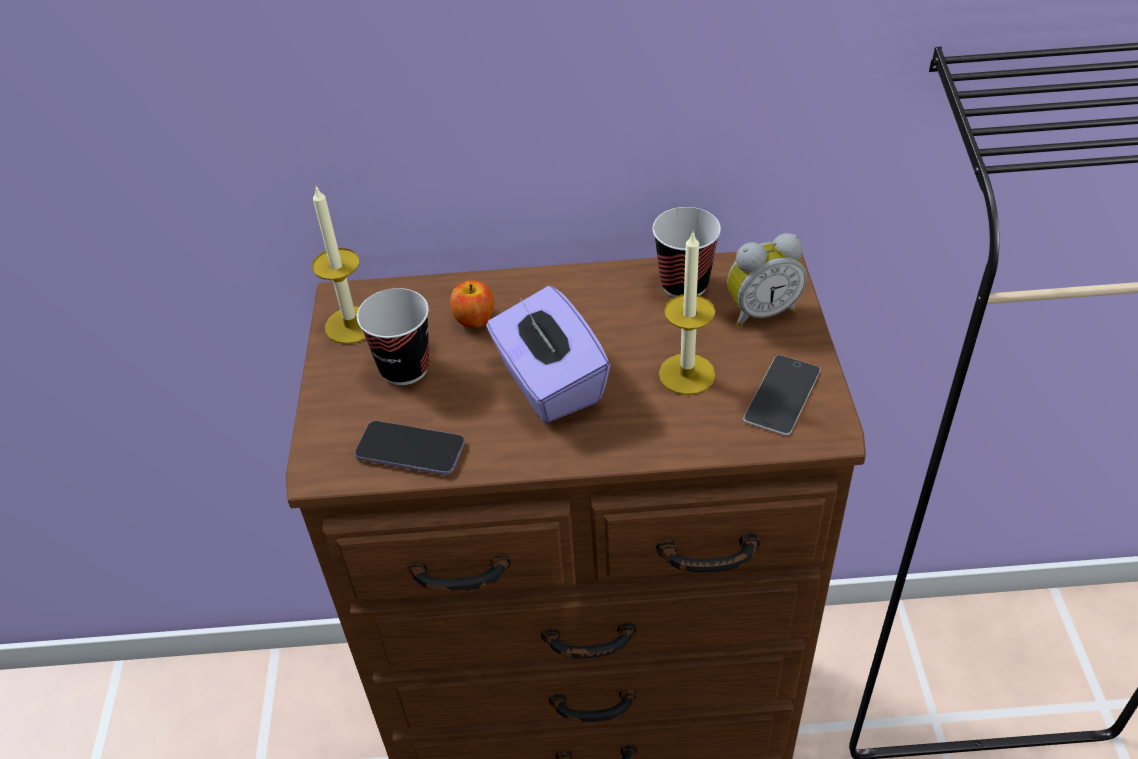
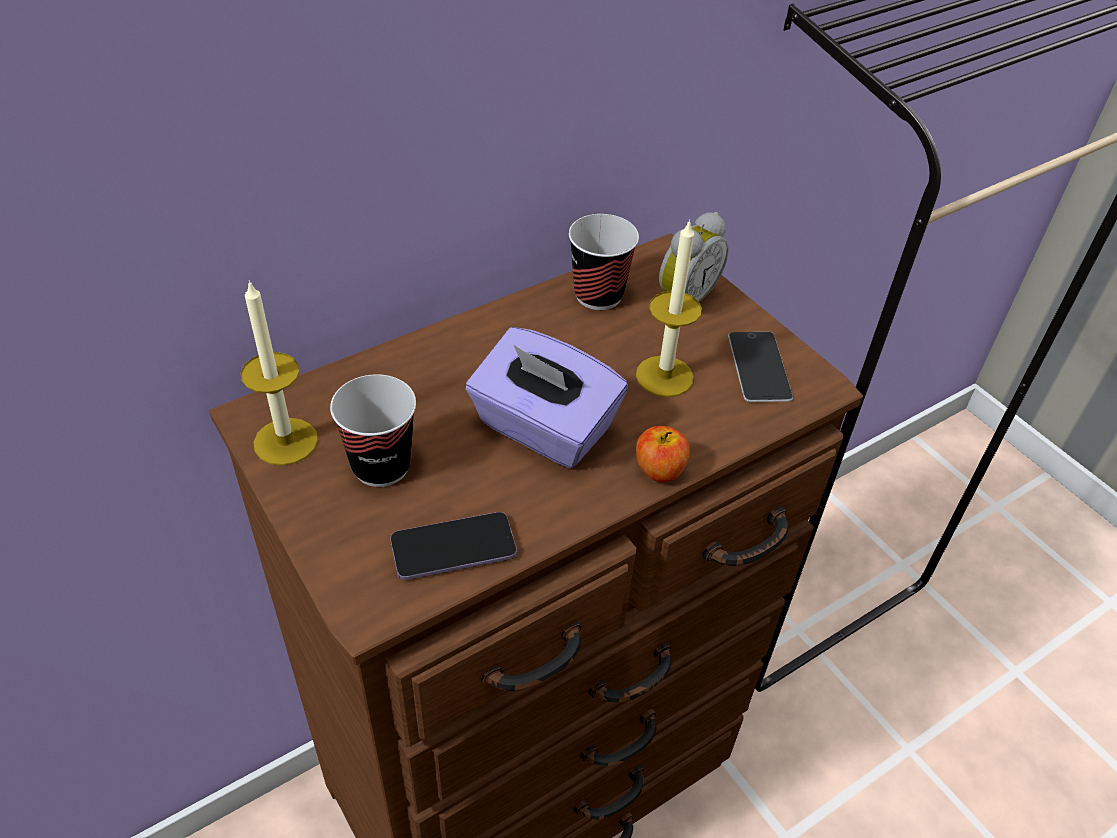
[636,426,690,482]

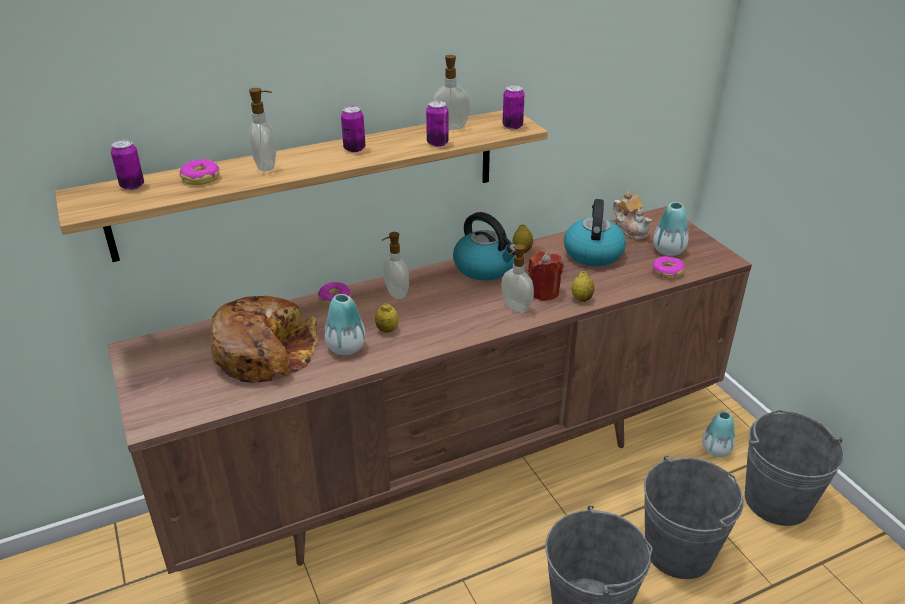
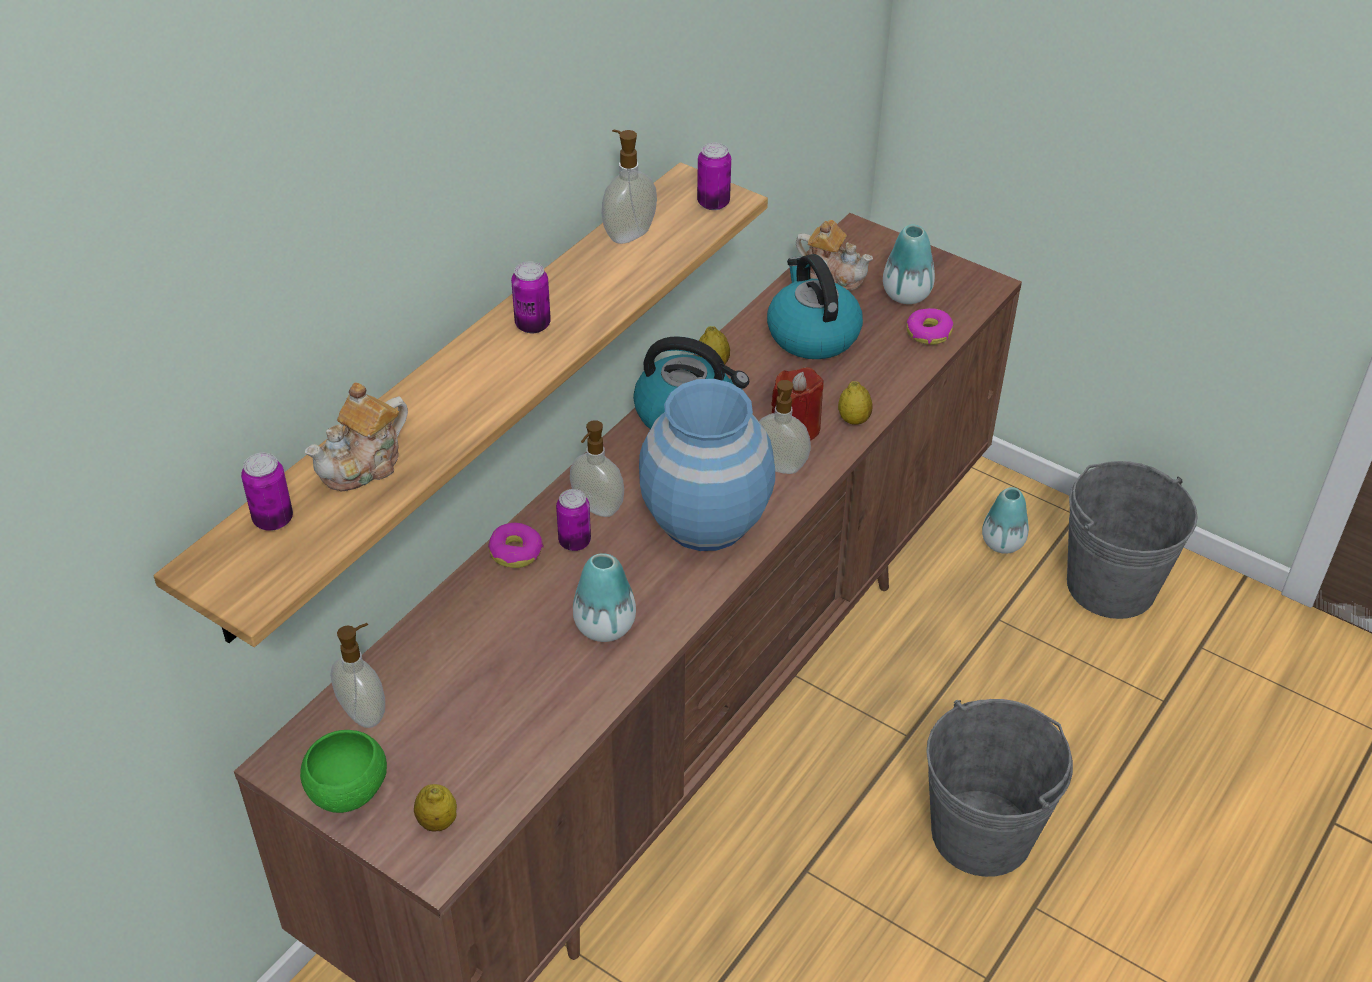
[300,730,387,813]
[305,382,408,491]
[330,623,385,728]
[414,784,457,831]
[556,489,591,551]
[639,379,775,551]
[211,296,318,383] (first image)
[644,456,743,579] (first image)

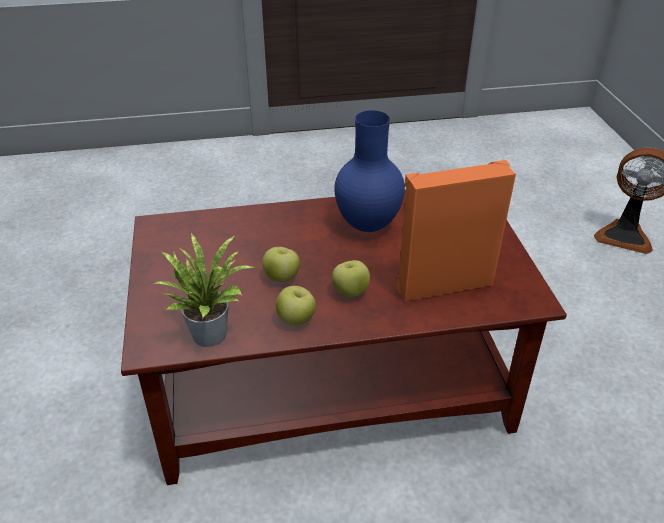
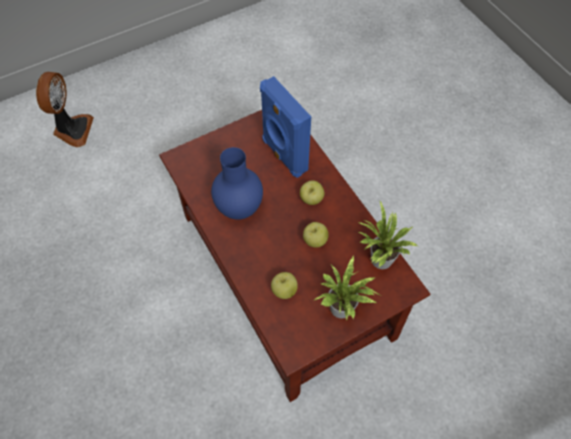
[260,76,311,178]
[271,272,298,299]
[315,256,380,320]

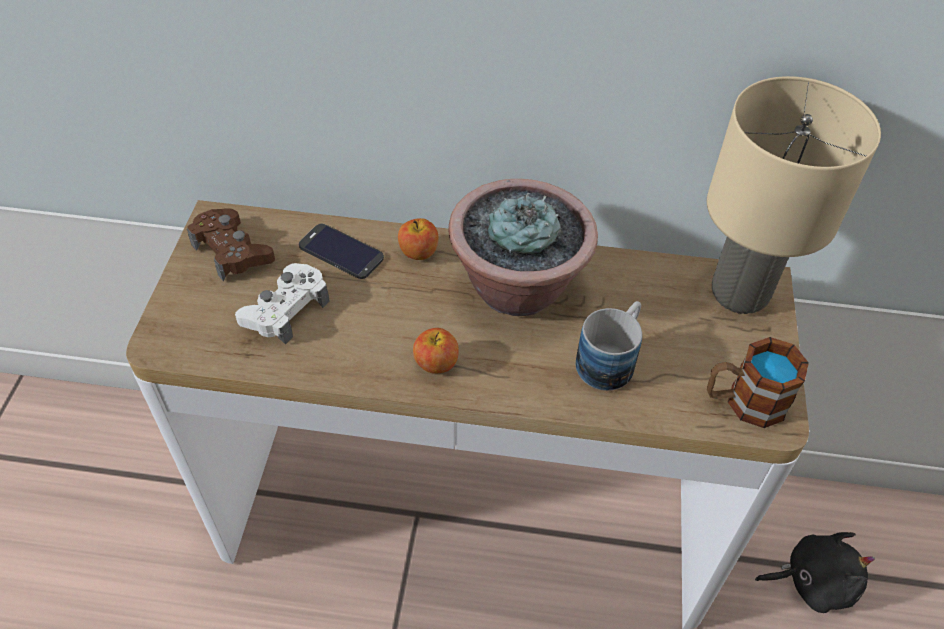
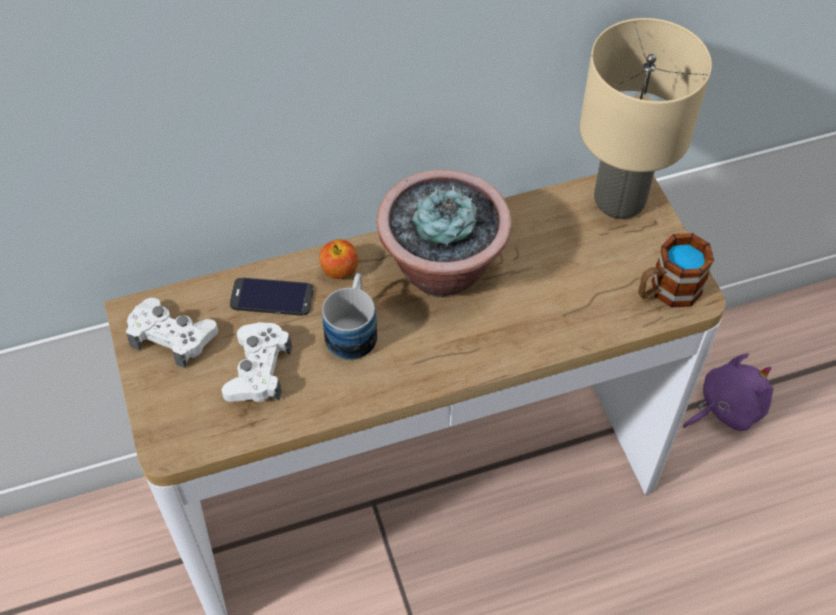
[126,298,218,368]
[322,273,377,360]
[683,353,773,431]
[413,328,459,374] (first image)

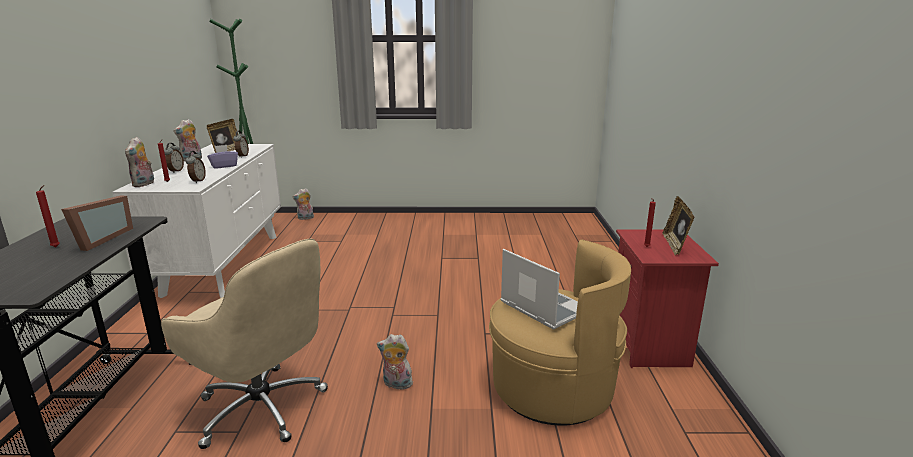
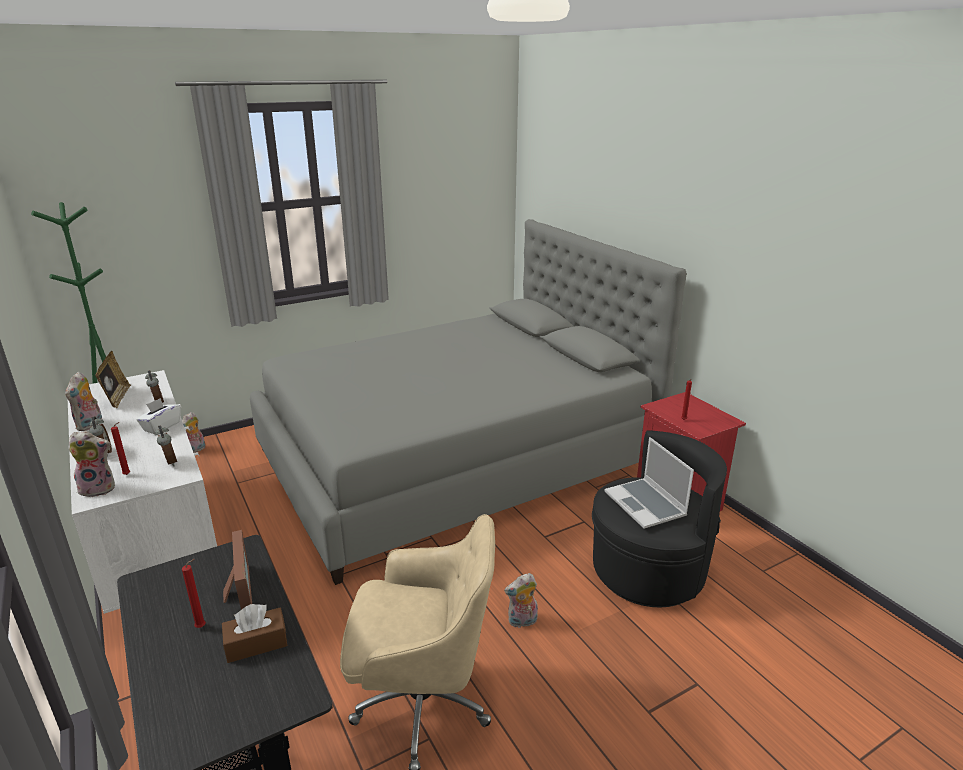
[68,431,115,497]
[136,398,181,434]
[222,604,288,663]
[250,219,686,585]
[592,430,727,608]
[604,437,694,529]
[662,196,695,255] (first image)

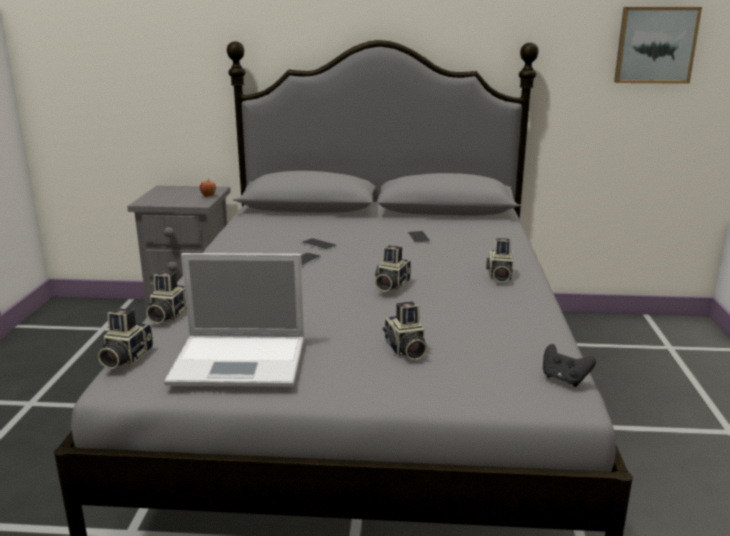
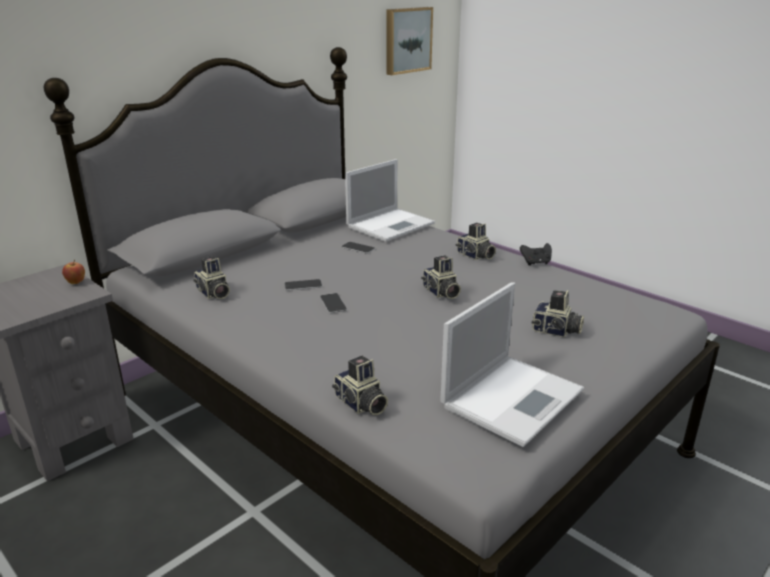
[193,256,230,299]
[345,159,435,242]
[520,243,552,266]

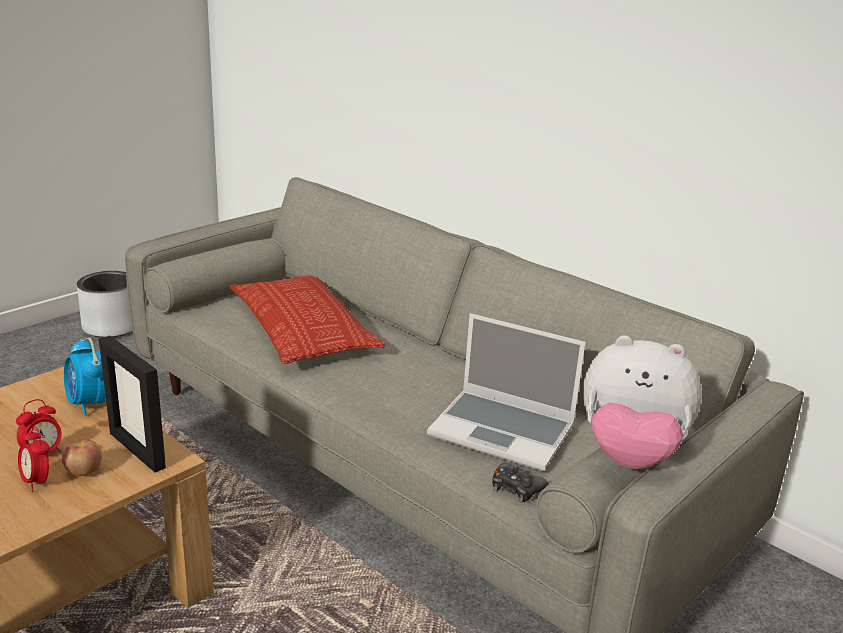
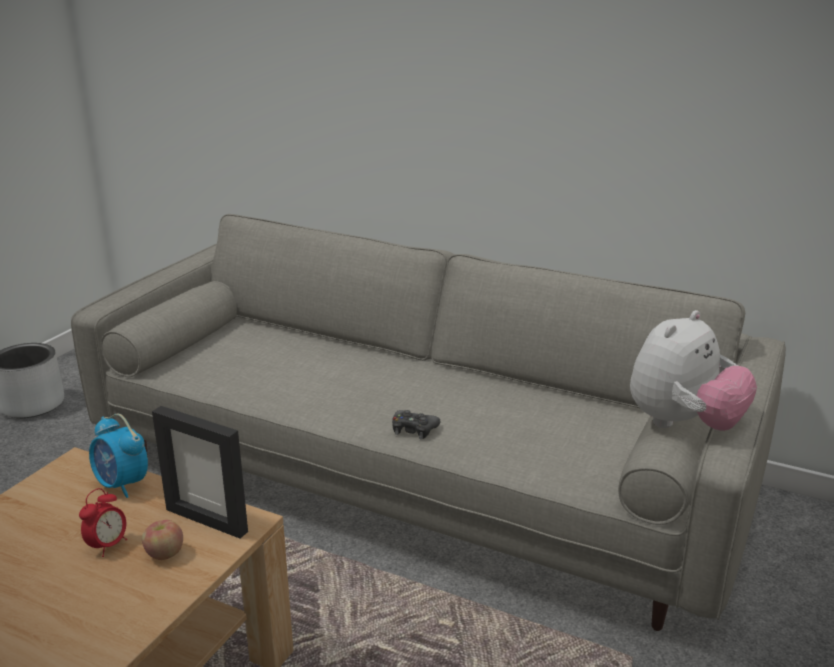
[392,410,441,439]
[630,310,757,431]
[18,426,49,492] (first image)
[229,275,386,364] (first image)
[427,313,586,471] (first image)

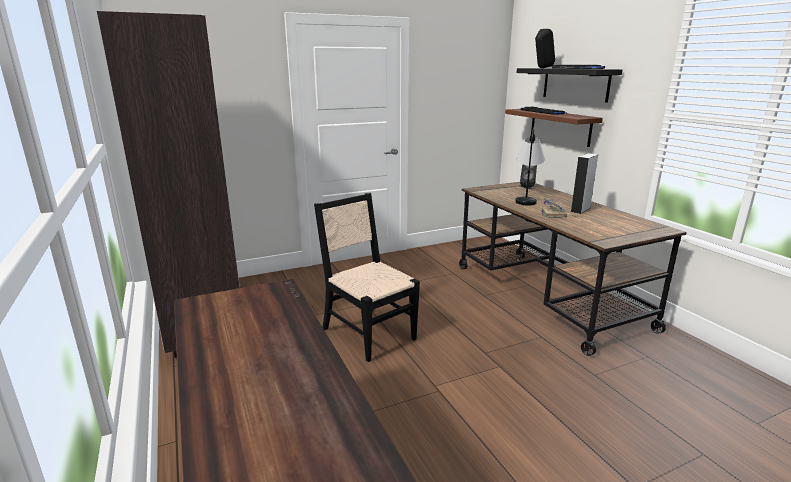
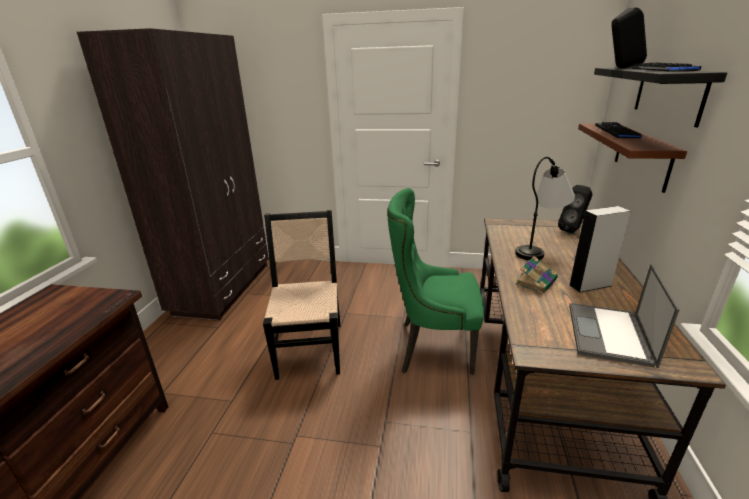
[387,188,484,375]
[569,264,679,368]

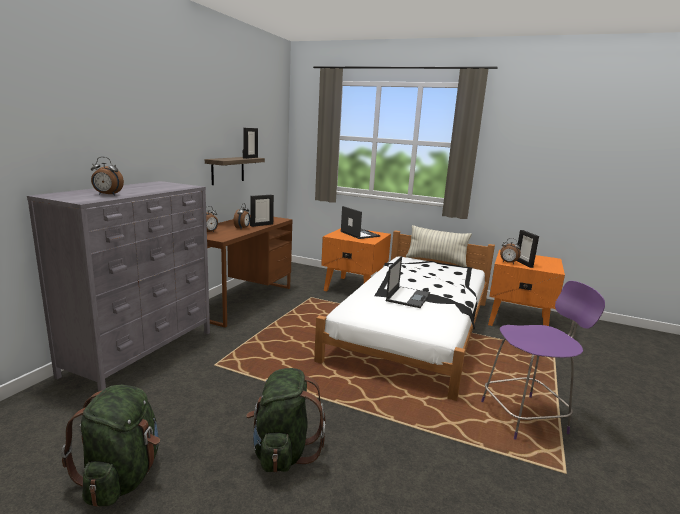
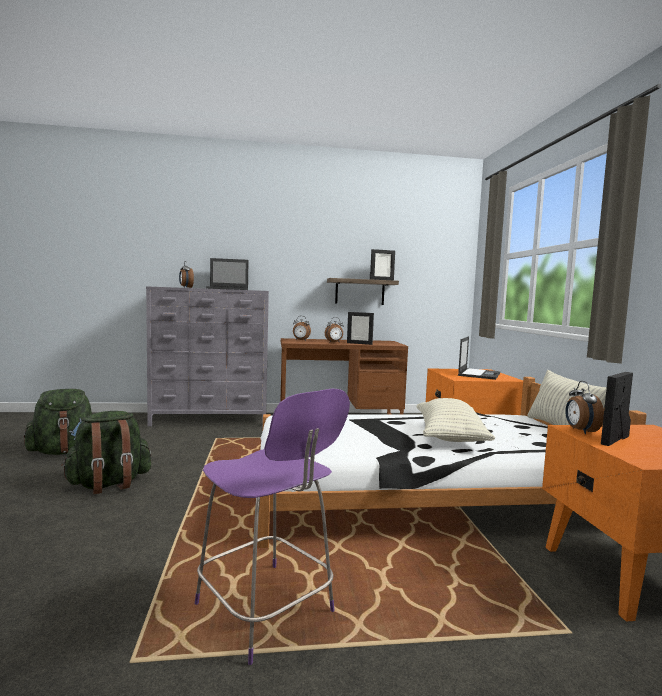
[206,258,249,290]
[417,398,495,442]

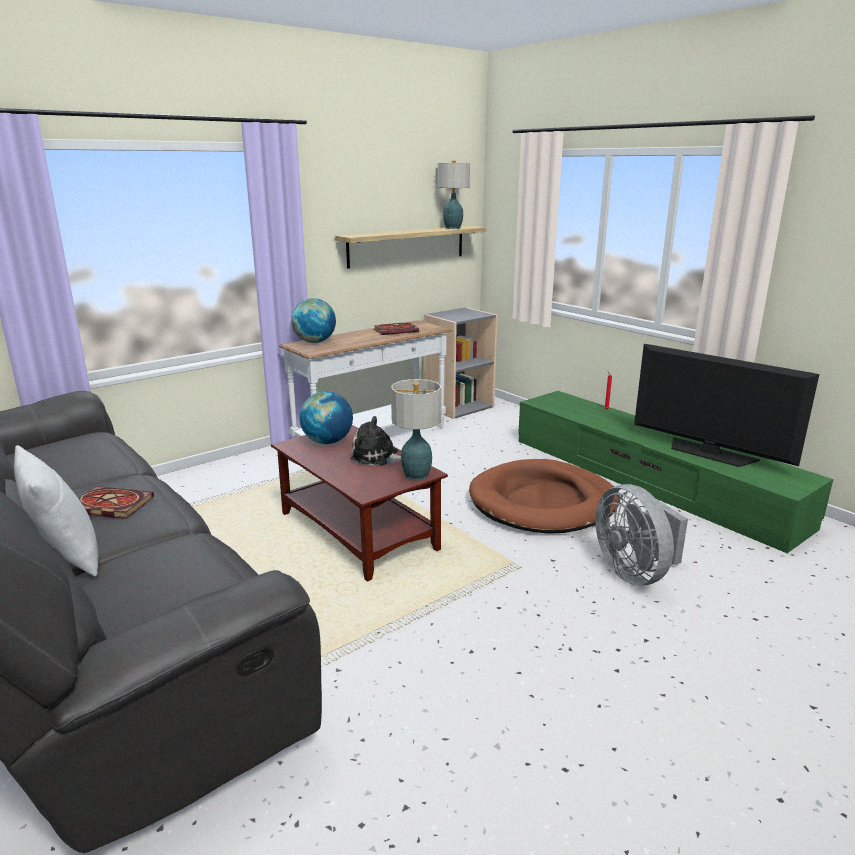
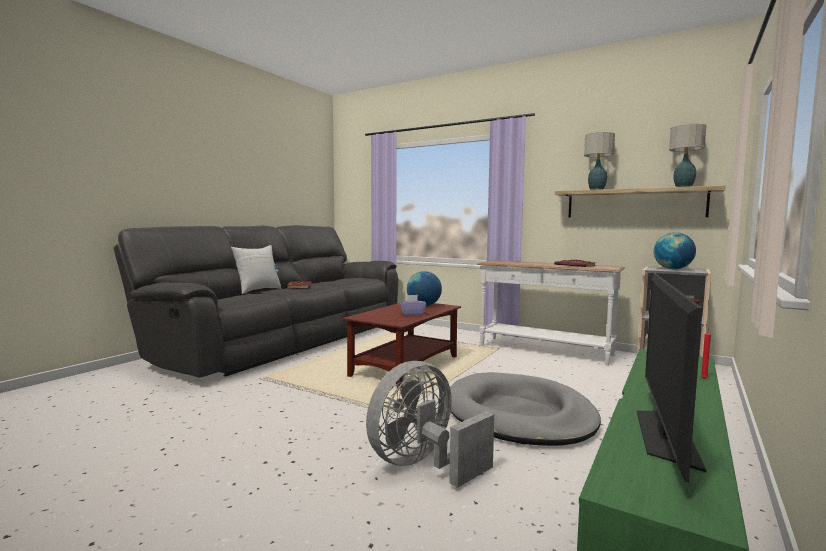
[400,295,426,315]
[450,372,601,446]
[584,132,615,190]
[653,232,696,269]

